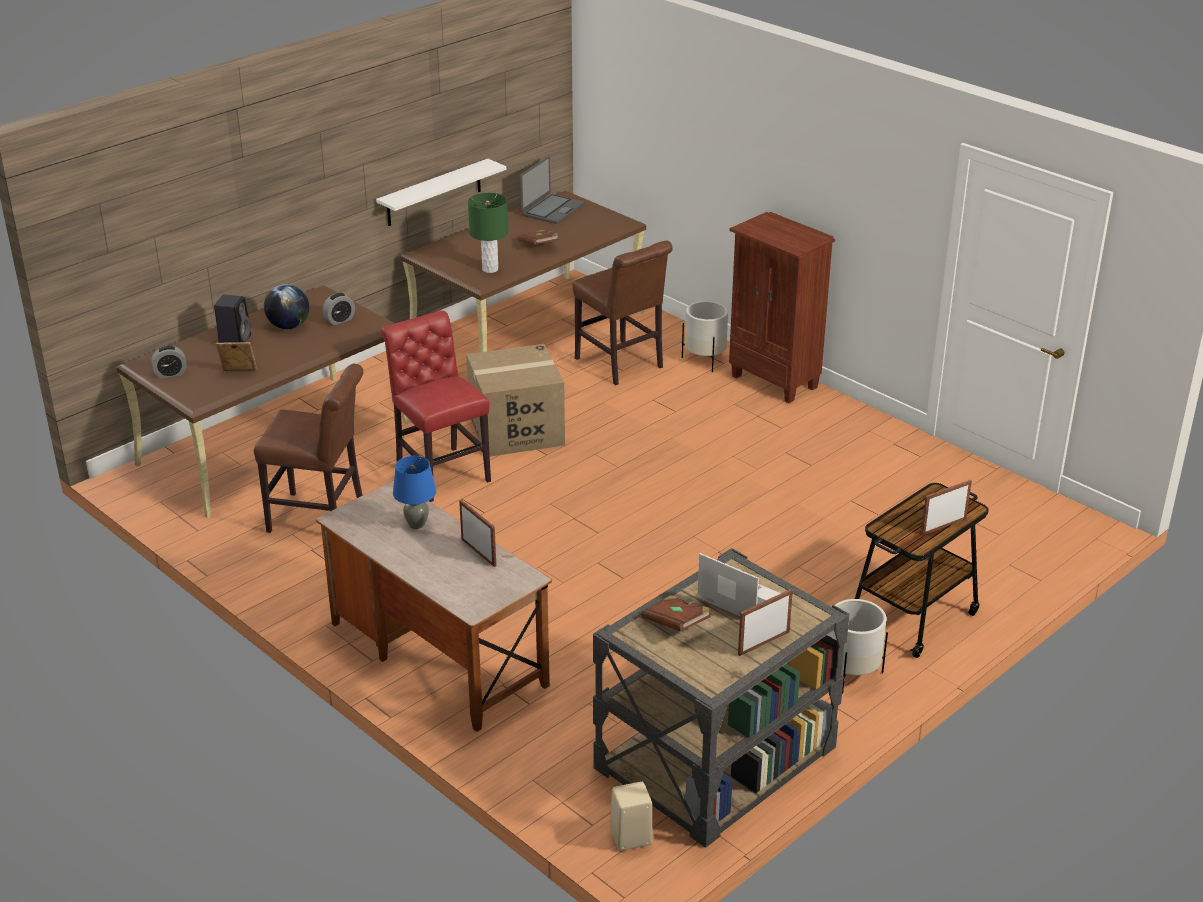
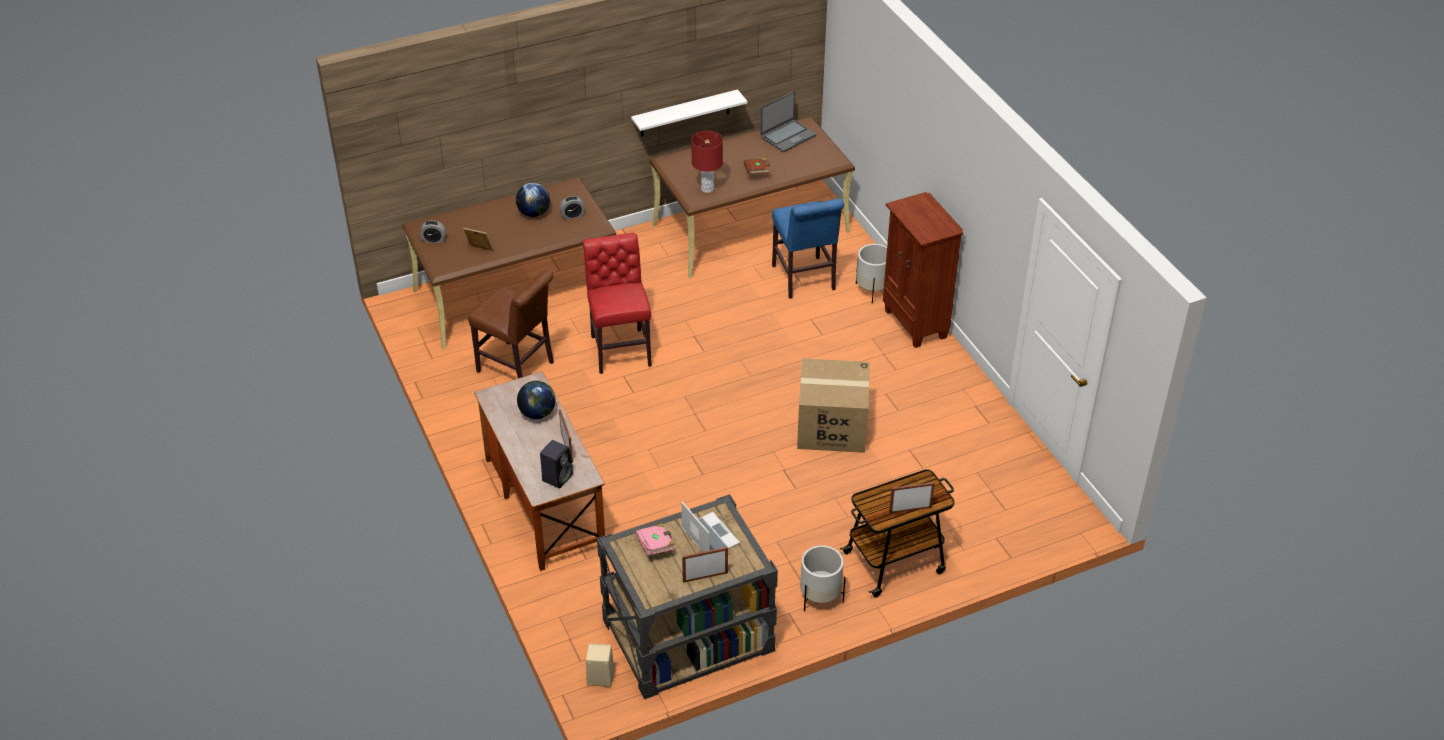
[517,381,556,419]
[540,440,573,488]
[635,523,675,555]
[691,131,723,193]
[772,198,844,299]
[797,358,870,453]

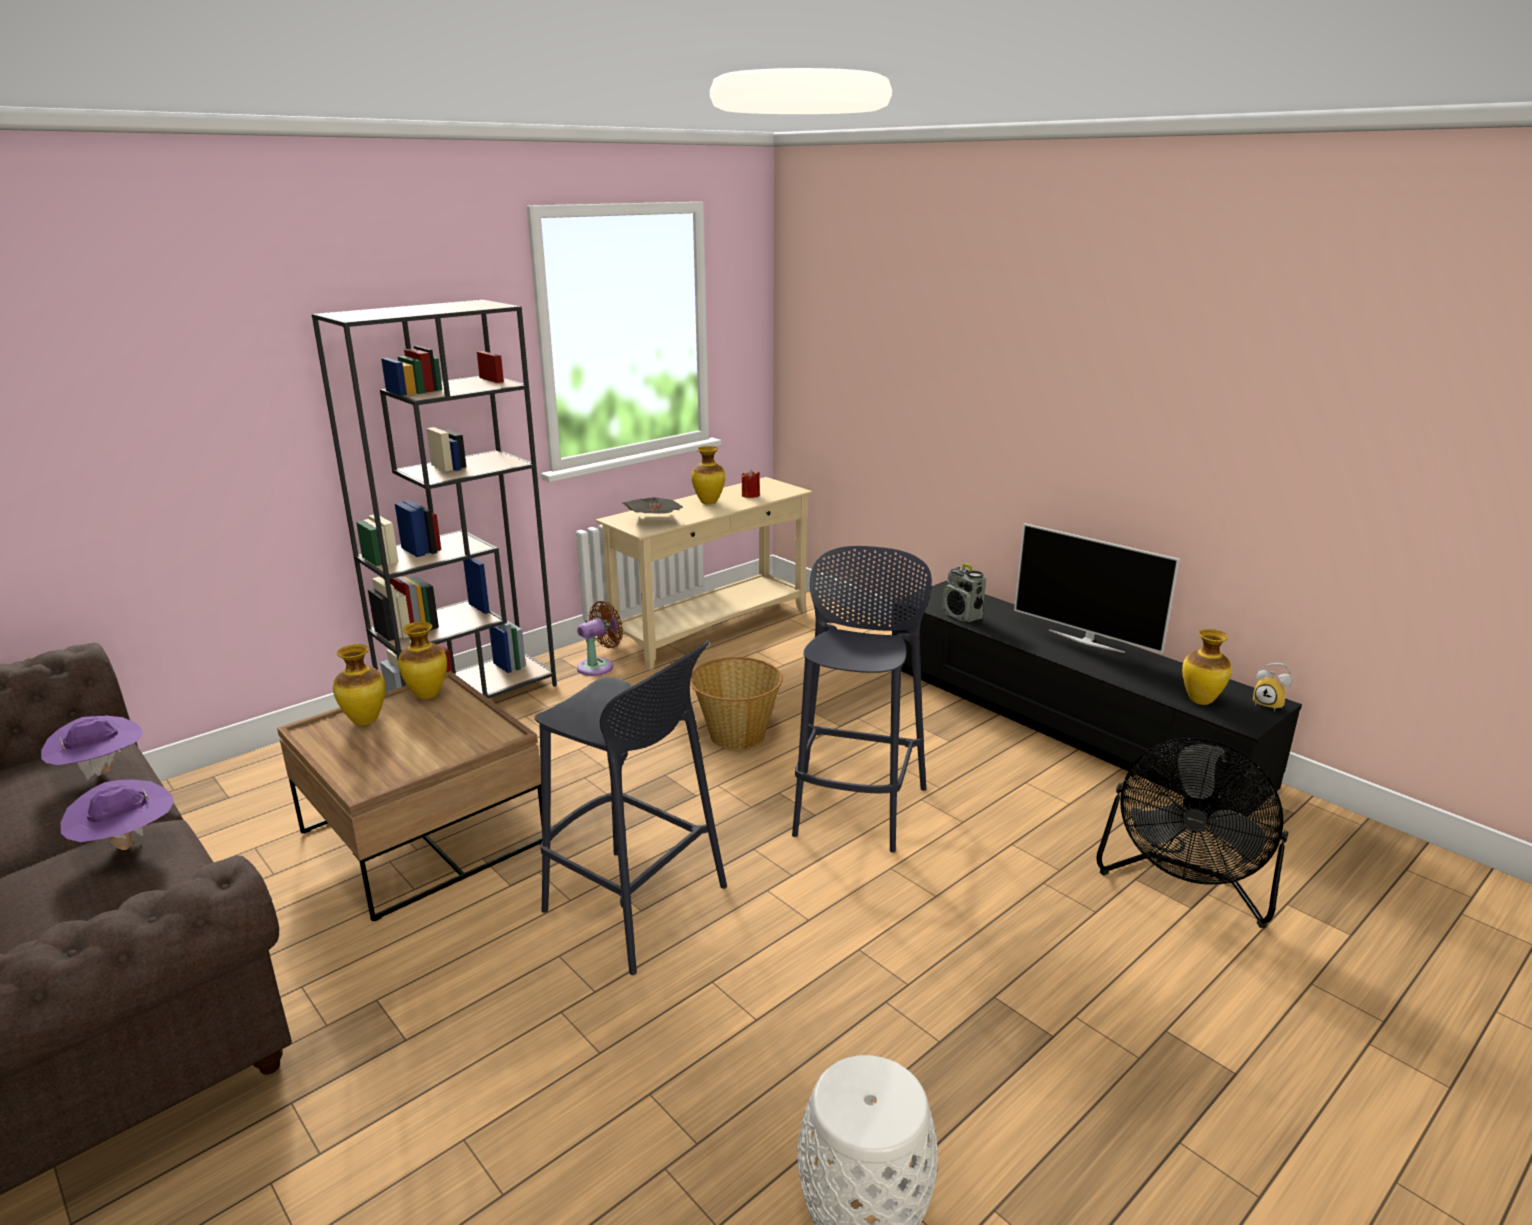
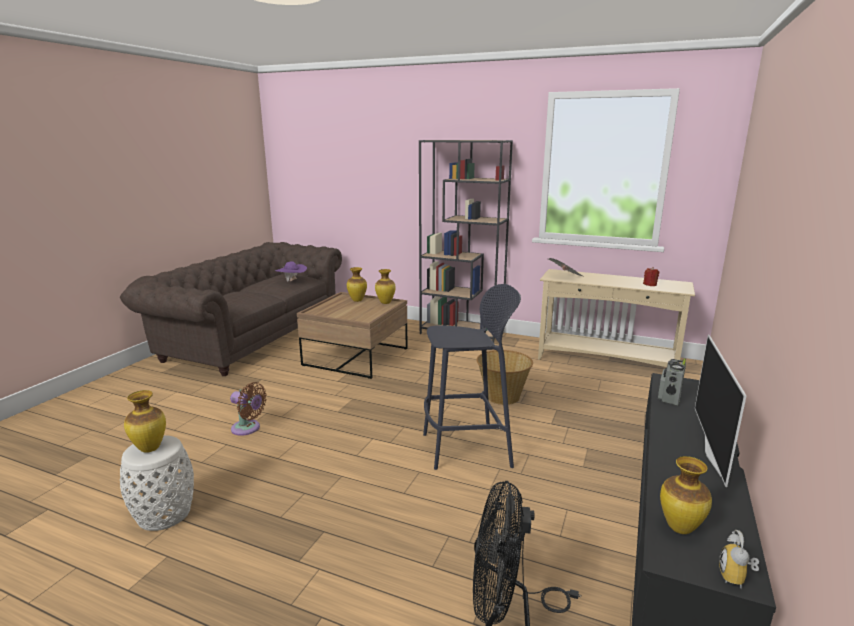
[124,390,166,453]
[230,382,267,436]
[61,780,174,850] (first image)
[534,640,727,975] (first image)

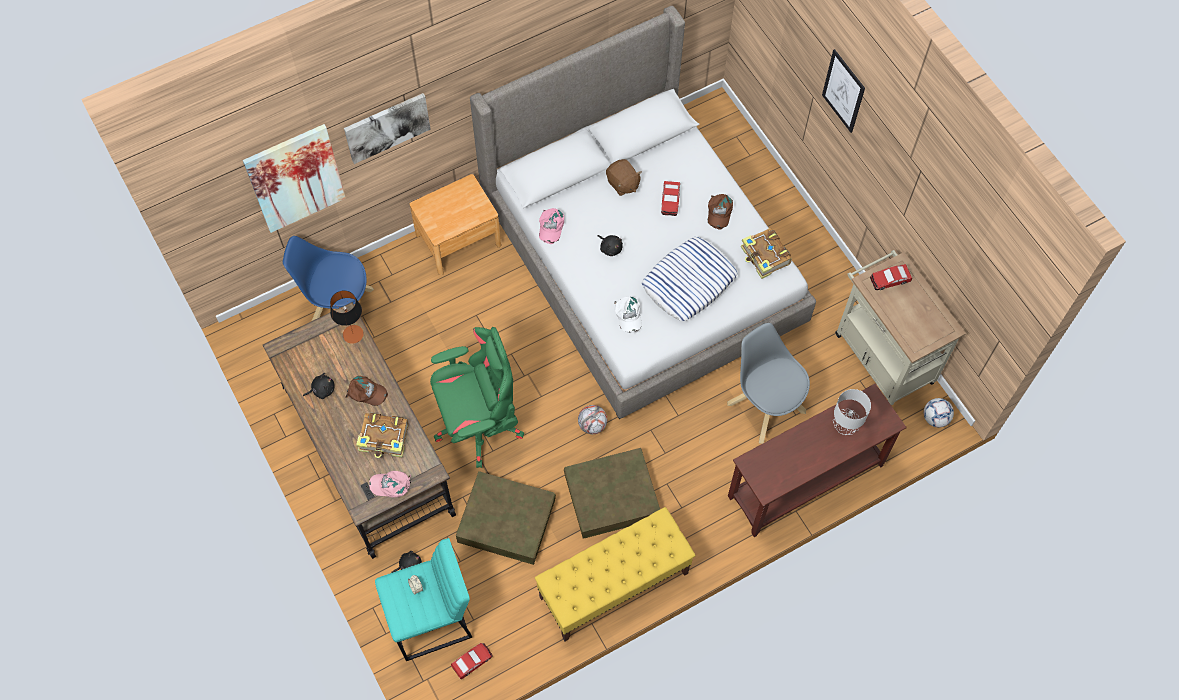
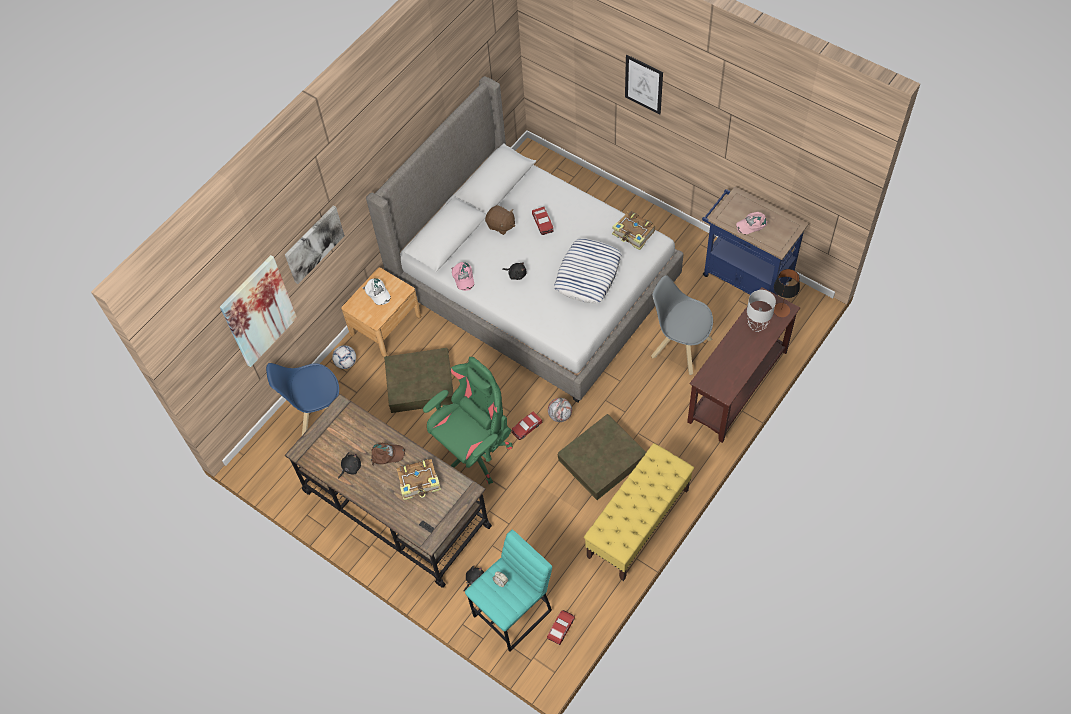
[332,345,356,369]
[363,278,391,305]
[384,348,454,413]
[511,412,542,440]
[702,187,808,295]
[736,212,767,234]
[774,269,800,317]
[708,194,733,230] (first image)

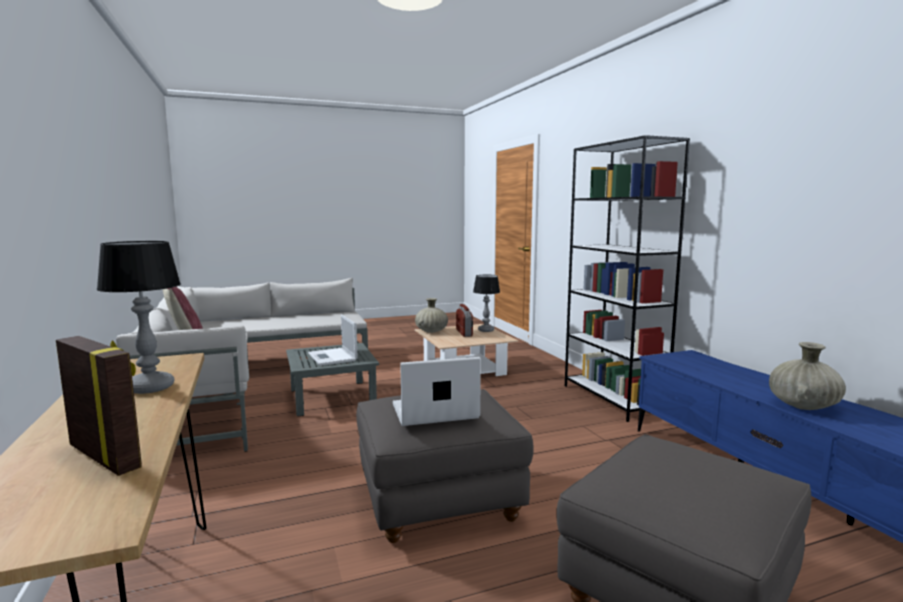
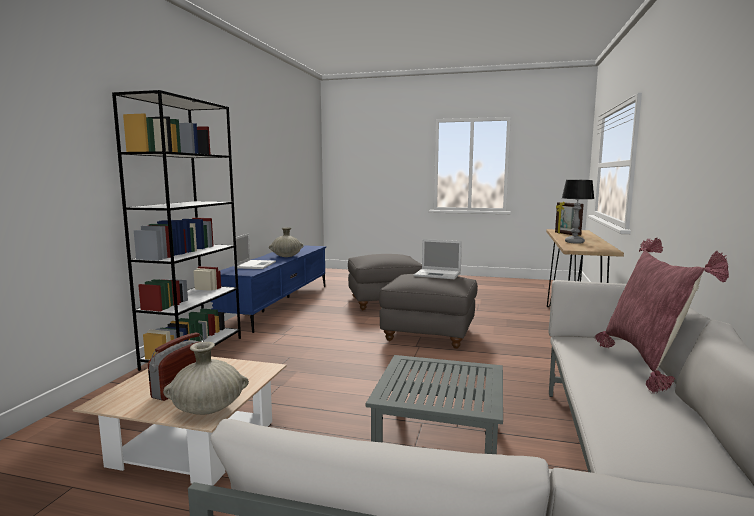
[232,233,276,269]
[473,275,500,332] (first image)

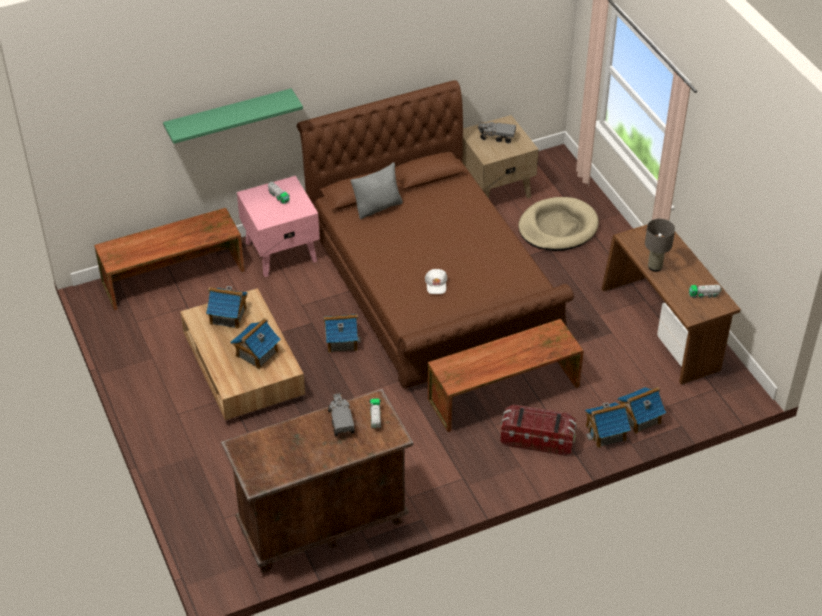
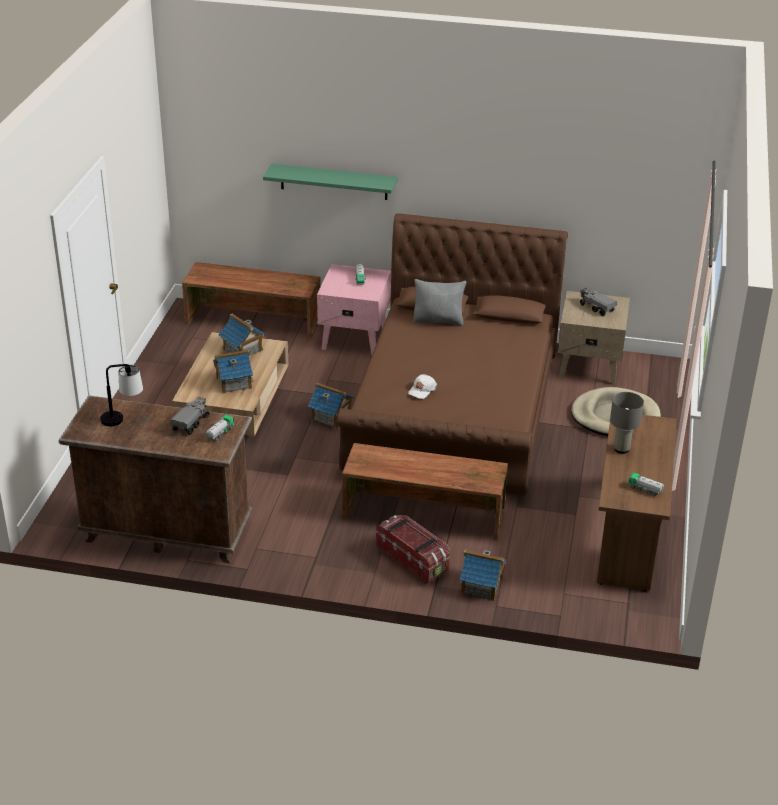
[100,364,143,426]
[618,387,666,434] (first image)

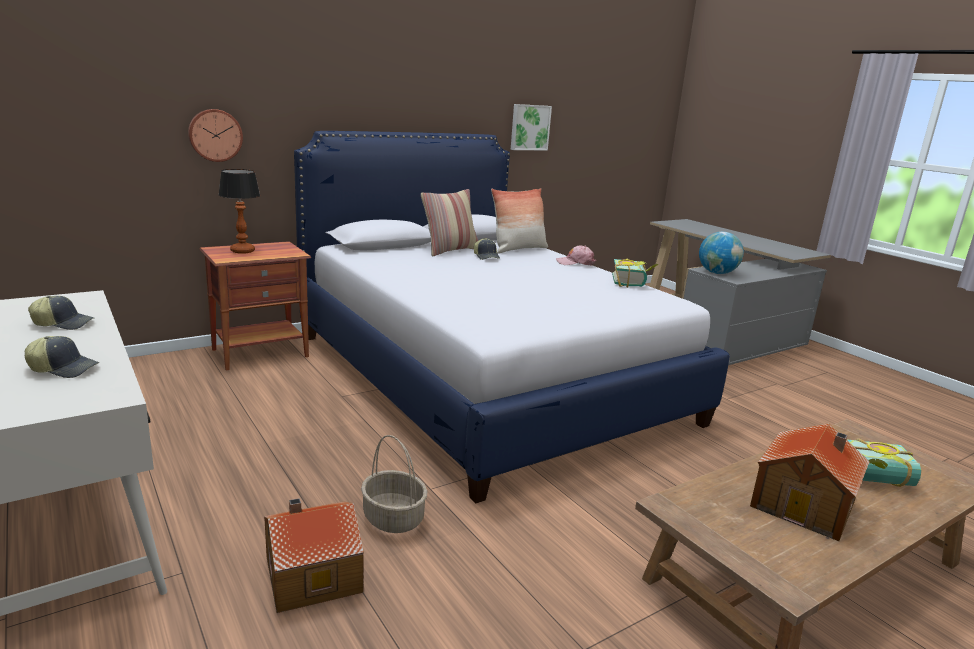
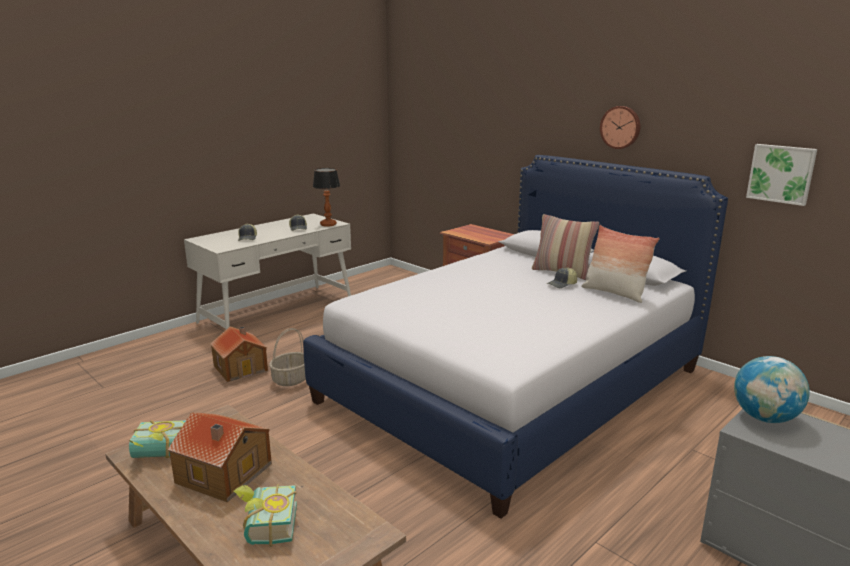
[129,420,186,458]
[313,168,340,227]
[600,106,640,149]
[556,246,596,266] (first image)

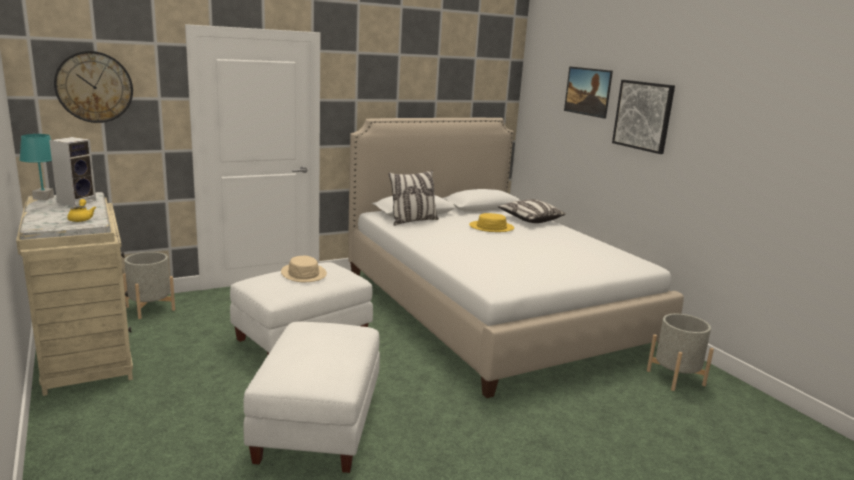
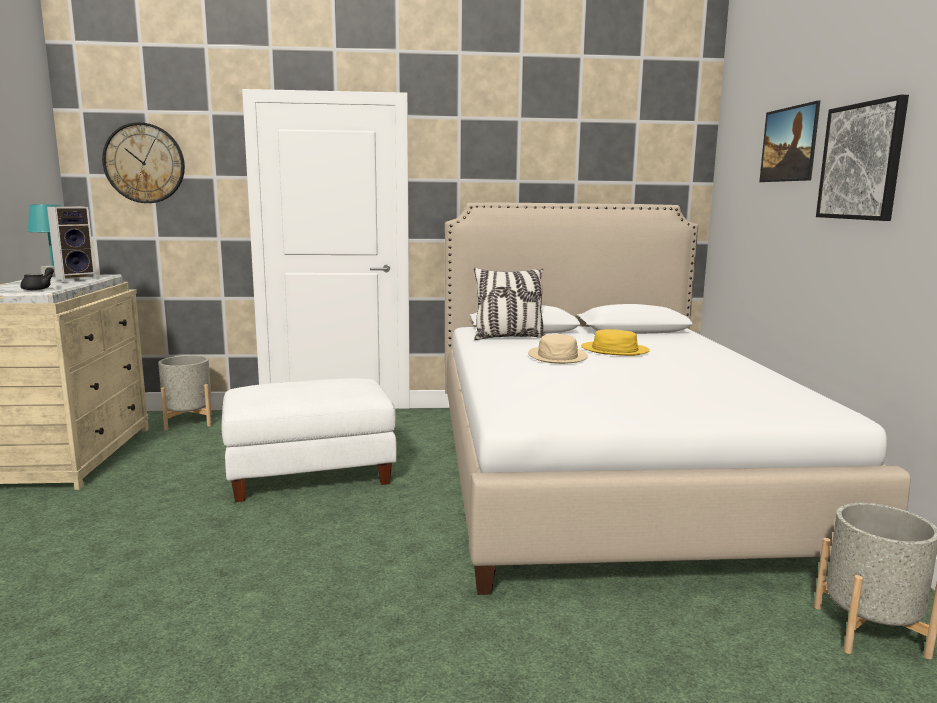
[20,267,54,290]
[528,334,588,364]
[244,322,380,473] (first image)
[498,199,566,223] (first image)

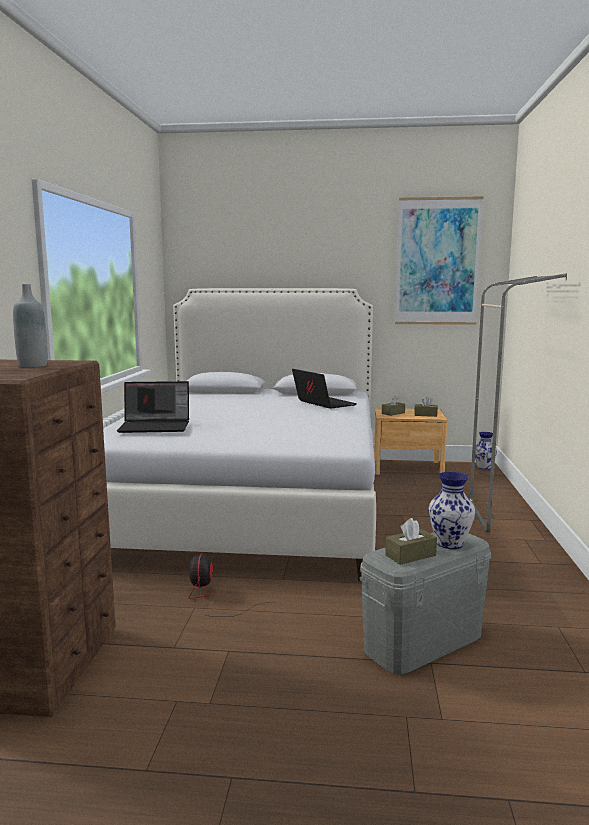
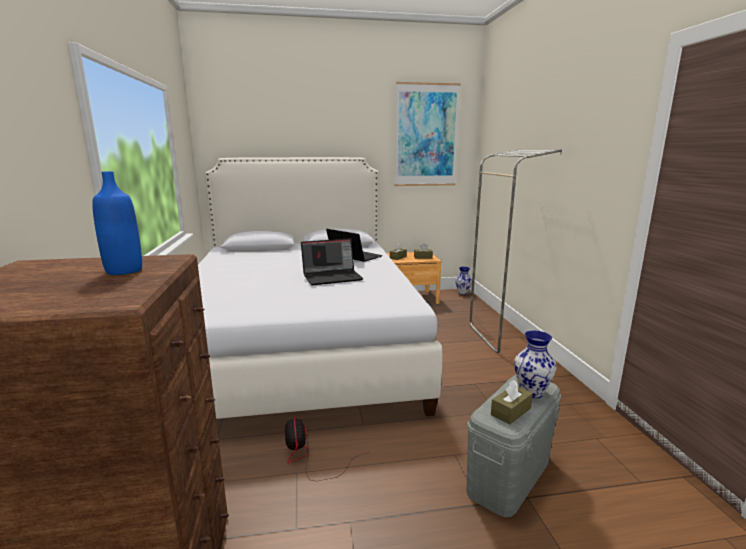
[92,171,142,275]
[301,238,363,285]

